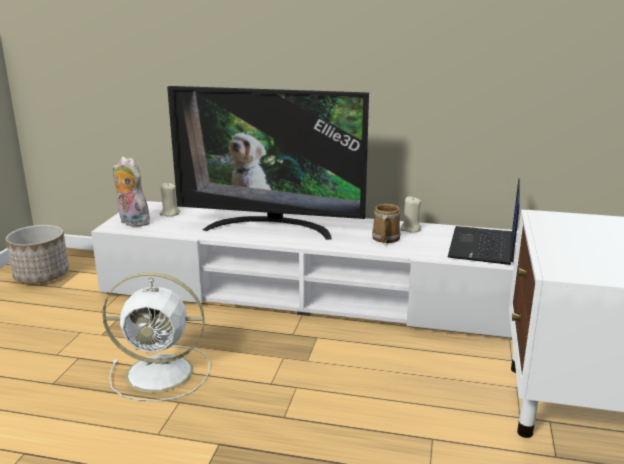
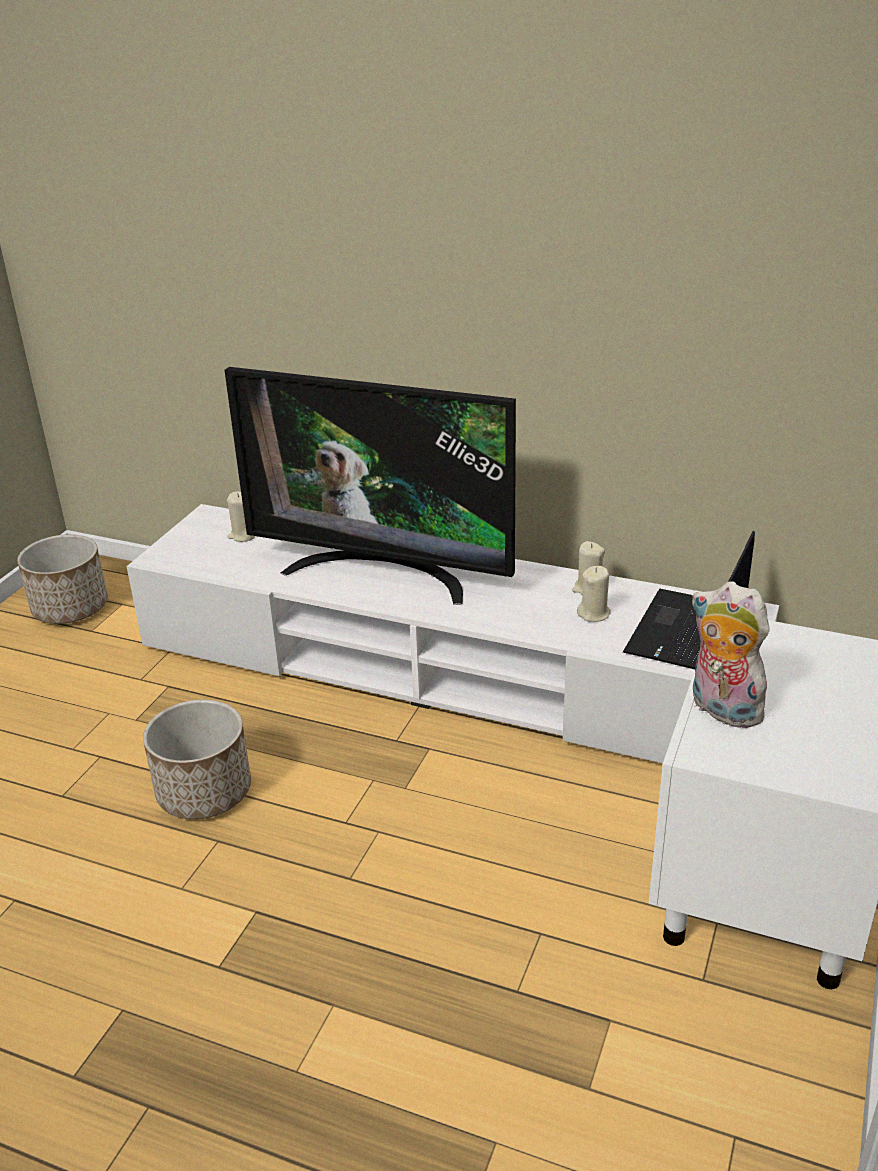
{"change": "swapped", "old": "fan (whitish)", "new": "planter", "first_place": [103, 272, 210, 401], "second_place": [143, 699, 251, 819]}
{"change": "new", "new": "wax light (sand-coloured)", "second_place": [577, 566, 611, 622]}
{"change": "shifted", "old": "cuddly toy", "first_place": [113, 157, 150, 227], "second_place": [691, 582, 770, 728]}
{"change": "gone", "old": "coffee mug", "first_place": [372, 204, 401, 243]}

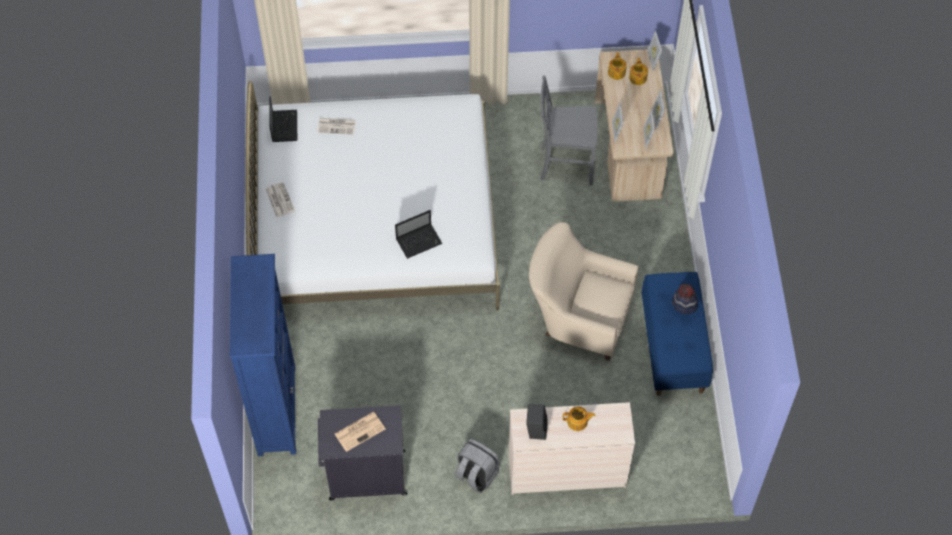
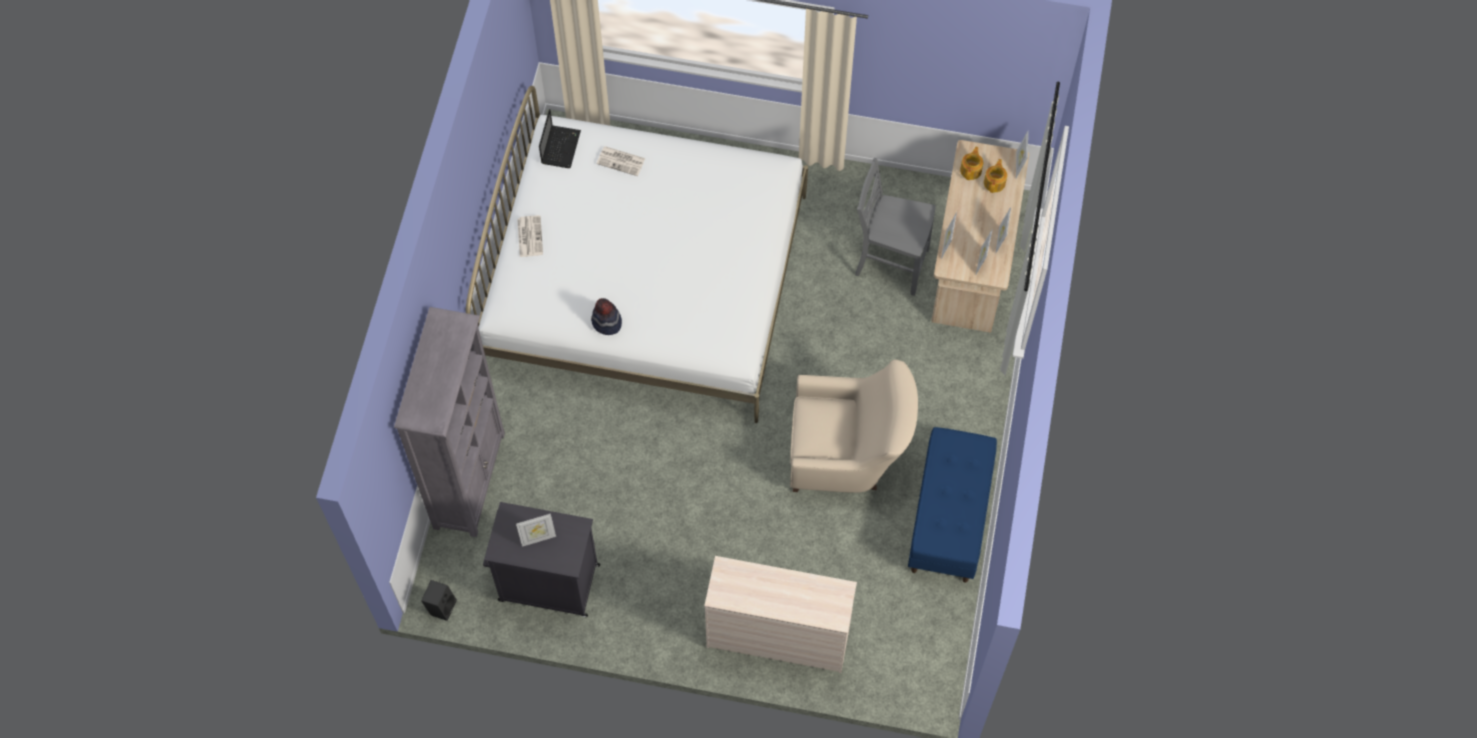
{"change": "repainted", "old": "bookcase (blue)", "new": "bookcase (grey)", "first_place": [230, 254, 296, 456], "second_place": [394, 307, 505, 537]}
{"change": "shifted", "old": "audio speaker (blackish)", "first_place": [526, 404, 548, 440], "second_place": [421, 580, 457, 621]}
{"change": "swapped", "old": "newspaper", "new": "photo frame", "first_place": [335, 412, 386, 452], "second_place": [516, 514, 556, 547]}
{"change": "shifted", "old": "wearable hat", "first_place": [672, 284, 698, 314], "second_place": [591, 298, 622, 335]}
{"change": "rotated", "old": "lounge chair (sand-coloured)", "first_place": [529, 222, 639, 361], "second_place": [790, 359, 918, 493], "degrees": 150}
{"change": "gone", "old": "laptop", "first_place": [395, 210, 442, 259]}
{"change": "gone", "old": "knapsack (grey)", "first_place": [455, 439, 500, 493]}
{"change": "gone", "old": "pot for tea", "first_place": [563, 406, 595, 431]}

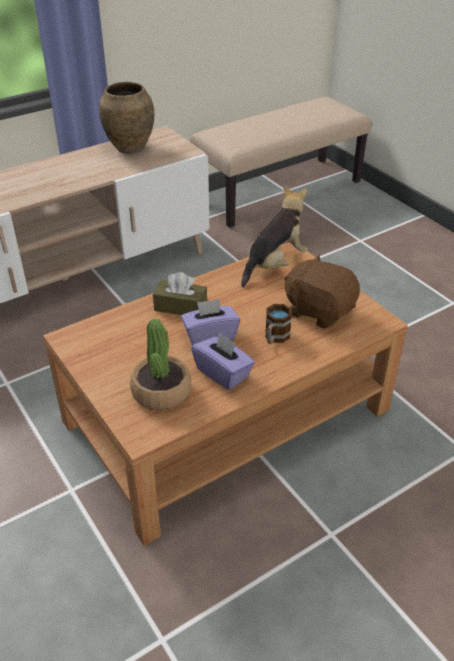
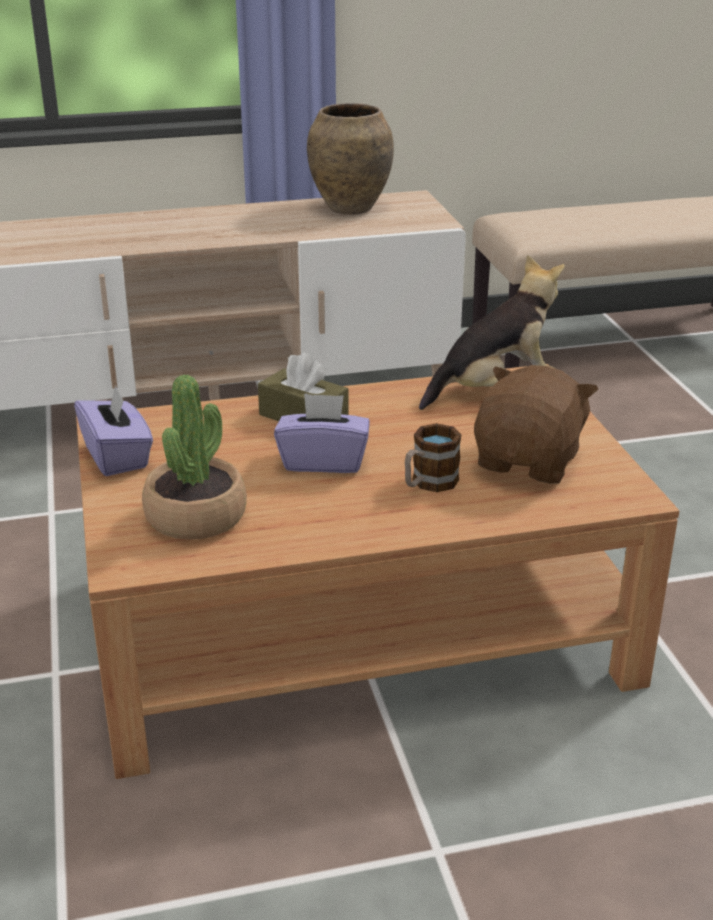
{"change": "shifted", "old": "tissue box (purple)", "first_place": [191, 332, 255, 390], "second_place": [74, 386, 153, 476]}
{"change": "rotated", "old": "cuddly toy (brownish)", "first_place": [284, 255, 360, 329], "second_place": [474, 365, 598, 484], "degrees": 60}

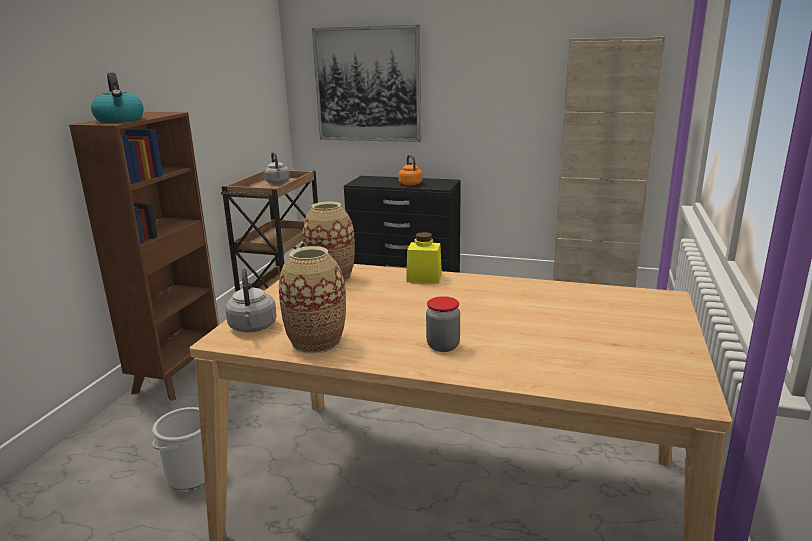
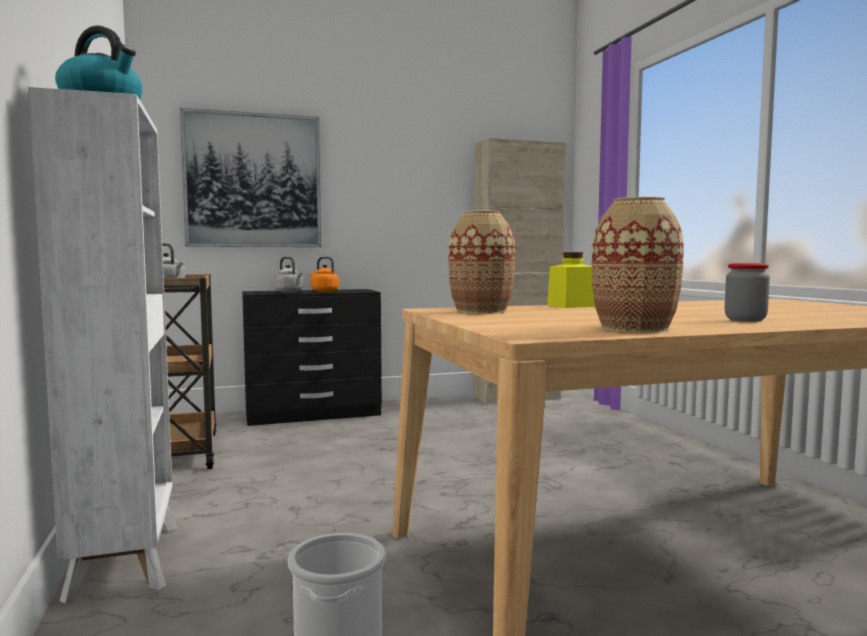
{"change": "repainted", "old": "bookcase (brownish)", "new": "bookcase (whitish)", "first_place": [69, 112, 219, 401], "second_place": [28, 87, 177, 604]}
{"change": "shifted", "old": "water kettle (grey)", "first_place": [225, 268, 277, 333], "second_place": [274, 257, 303, 293]}

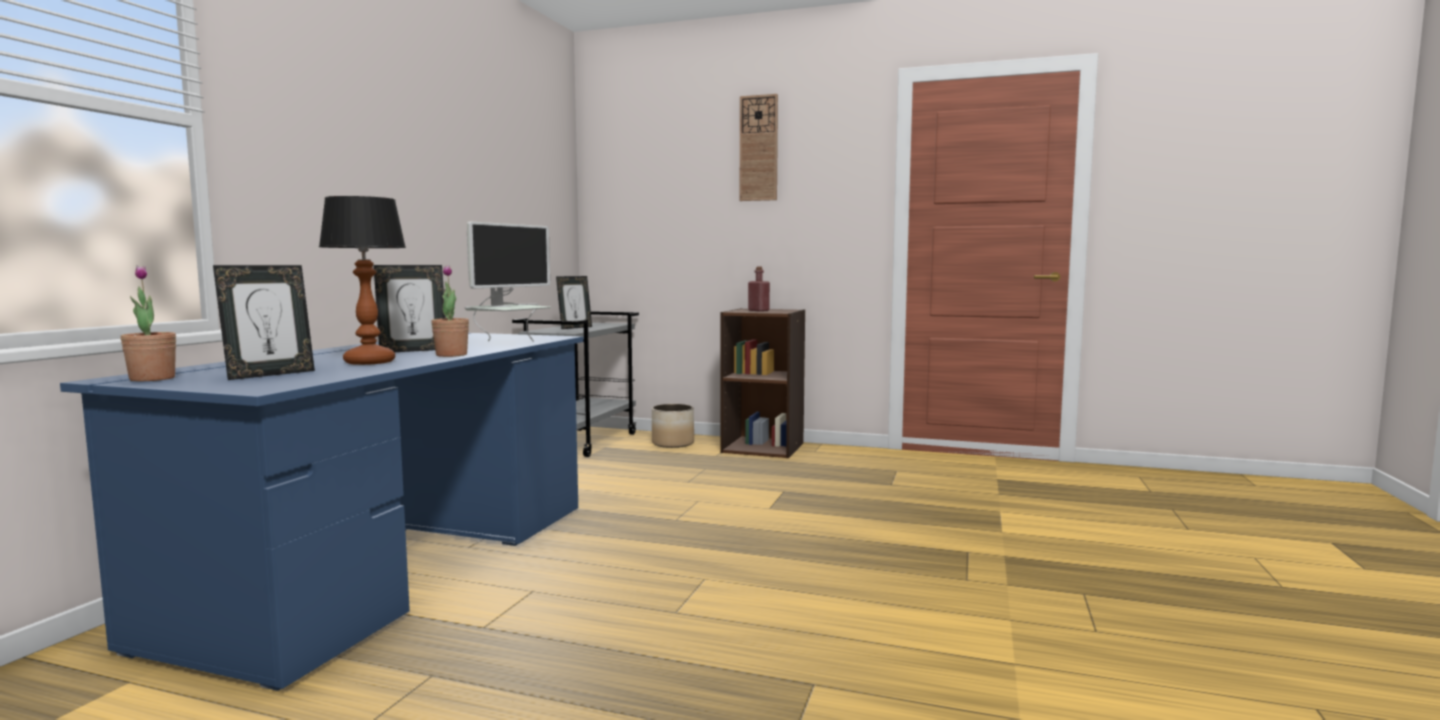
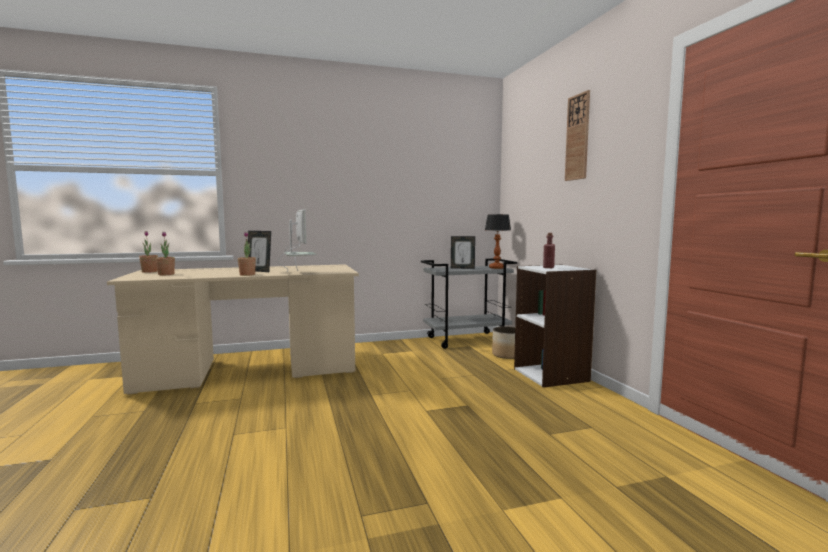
{"change": "repainted", "old": "desk (blue)", "new": "desk (sand-coloured)", "first_place": [60, 333, 584, 691], "second_place": [107, 264, 359, 395]}
{"change": "swapped", "old": "photo frame", "new": "houseplant", "first_place": [213, 265, 315, 380], "second_place": [156, 232, 175, 275]}
{"change": "rotated", "old": "computer screen", "first_place": [464, 222, 551, 342], "second_place": [278, 209, 317, 272], "degrees": -105}
{"change": "shifted", "old": "tabletop lamp", "first_place": [319, 196, 406, 365], "second_place": [485, 214, 511, 269]}
{"change": "repainted", "old": "bookcase (brownish)", "new": "bookcase (whitish)", "first_place": [721, 308, 805, 458], "second_place": [514, 265, 596, 388]}

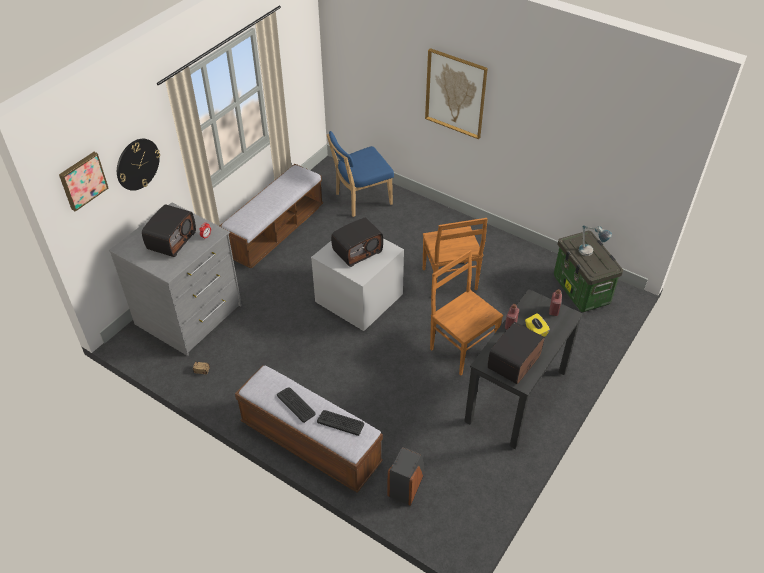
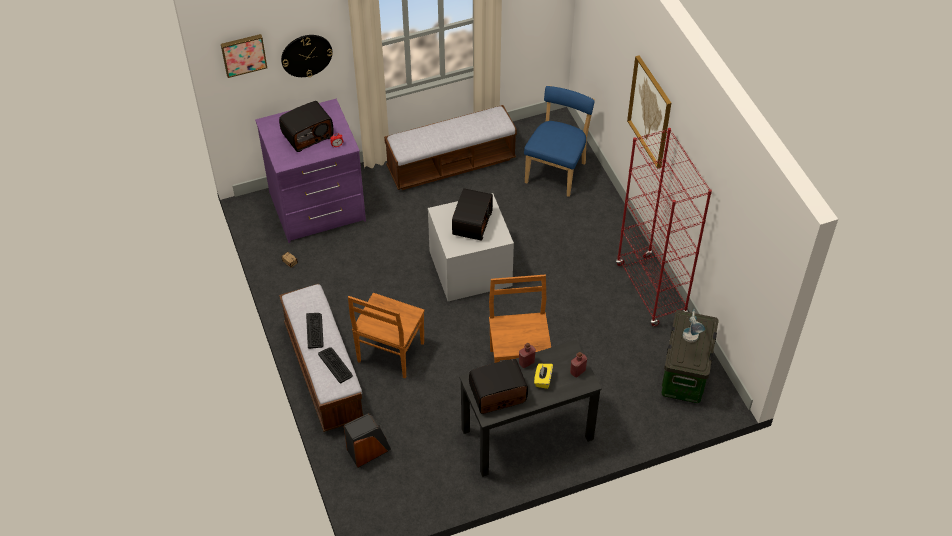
{"change": "repainted", "old": "dresser (grey)", "new": "dresser (purple)", "first_place": [109, 202, 242, 356], "second_place": [255, 99, 366, 243]}
{"change": "shifted", "old": "plain chair (brownish)", "first_place": [423, 218, 488, 290], "second_place": [348, 293, 425, 378]}
{"change": "rotated", "old": "radio receiver", "first_place": [331, 218, 383, 267], "second_place": [452, 188, 493, 241], "degrees": -75}
{"change": "rotated", "old": "plain chair (blue)", "first_place": [327, 131, 394, 217], "second_place": [524, 86, 595, 197], "degrees": 105}
{"change": "new", "new": "bookcase (red-coloured)", "second_place": [616, 128, 712, 327]}

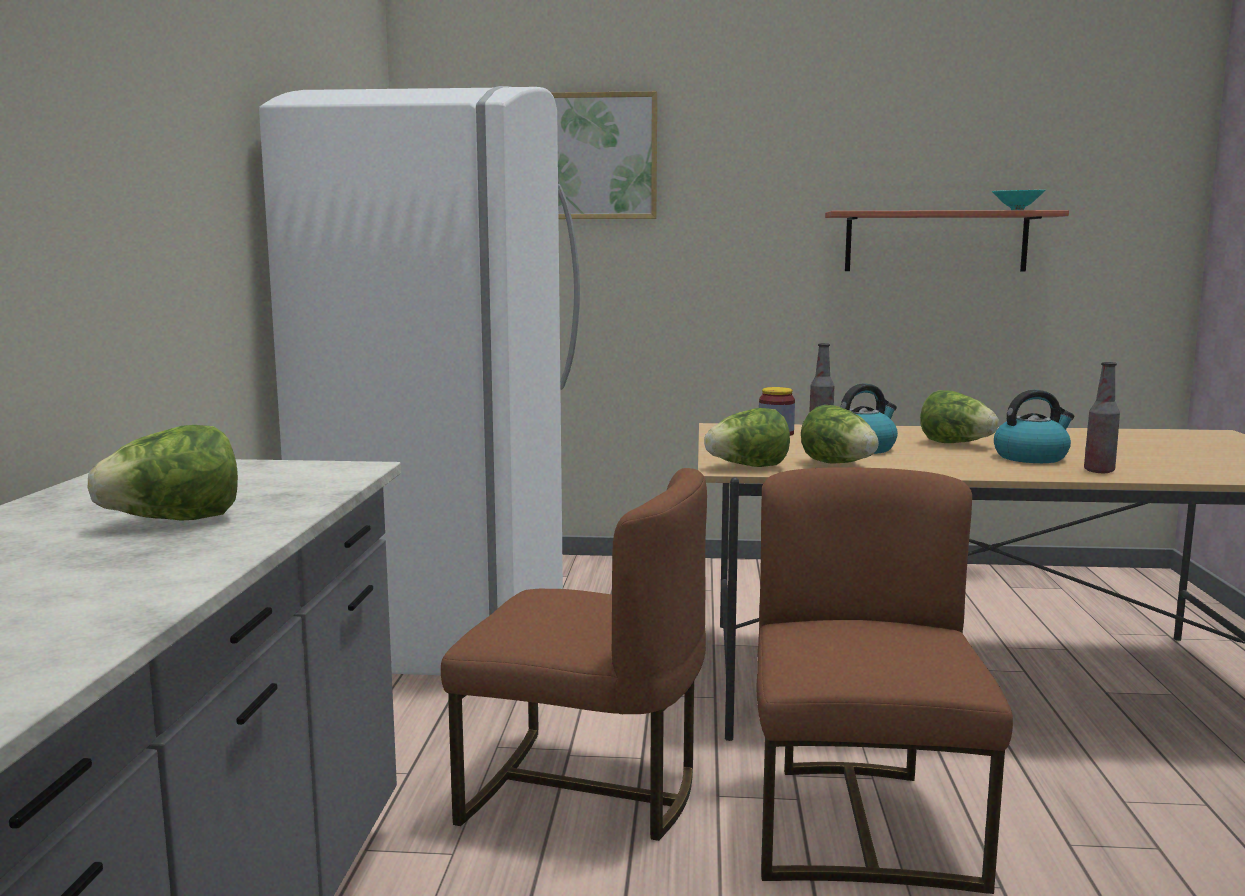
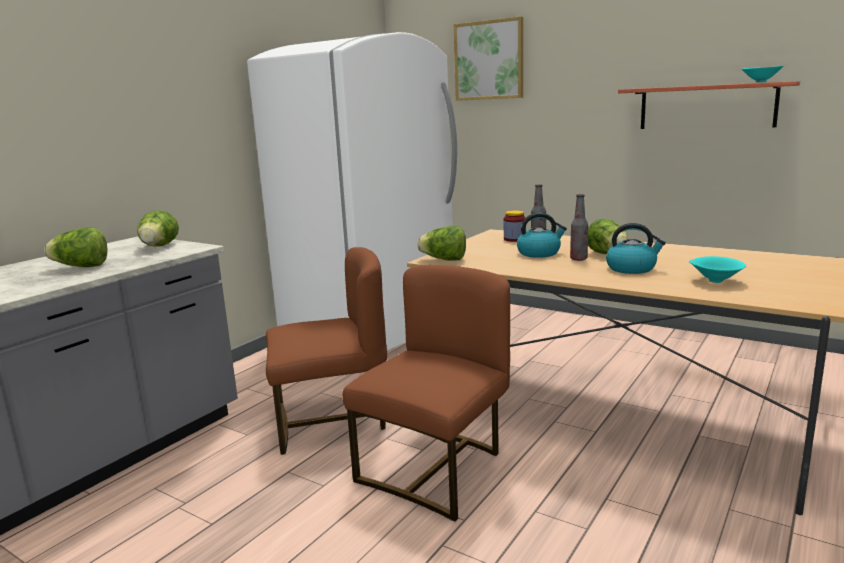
{"change": "shifted", "old": "lettuce", "first_place": [801, 405, 879, 464], "second_place": [137, 210, 179, 246]}
{"change": "rotated", "old": "plain chair (brownish)", "first_place": [441, 468, 707, 841], "second_place": [266, 247, 387, 455], "degrees": -60}
{"change": "shifted", "old": "beverage bottle", "first_place": [1084, 362, 1120, 473], "second_place": [570, 194, 588, 261]}
{"change": "new", "new": "deep dish (turquoise)", "second_place": [689, 256, 746, 283]}

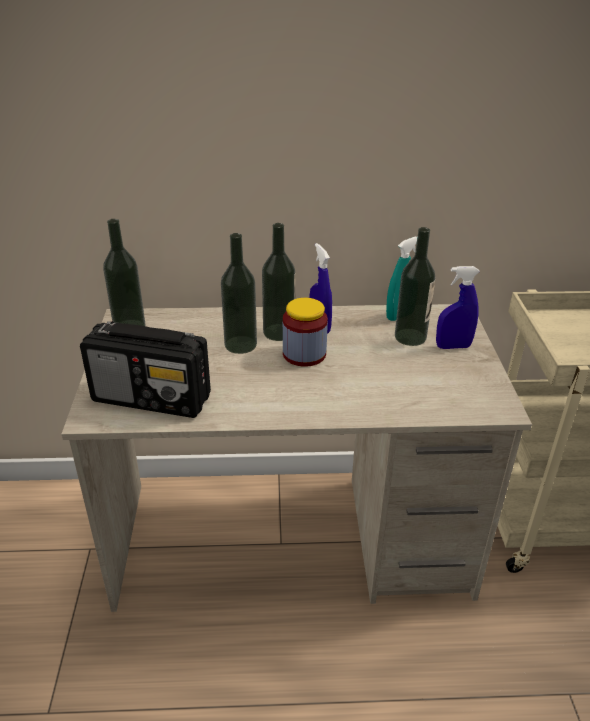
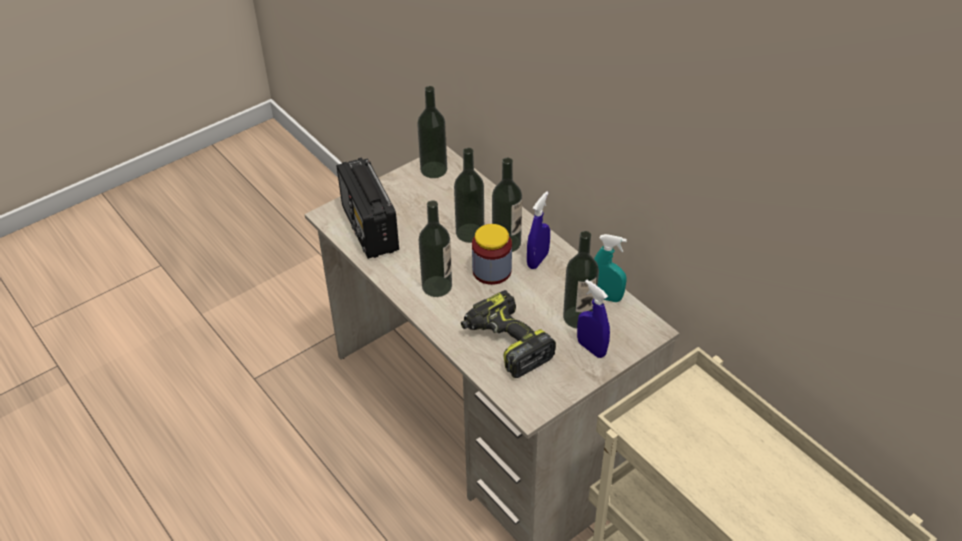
{"change": "new", "new": "beverage bottle", "second_place": [419, 200, 452, 297]}
{"change": "new", "new": "drill", "second_place": [461, 290, 556, 378]}

